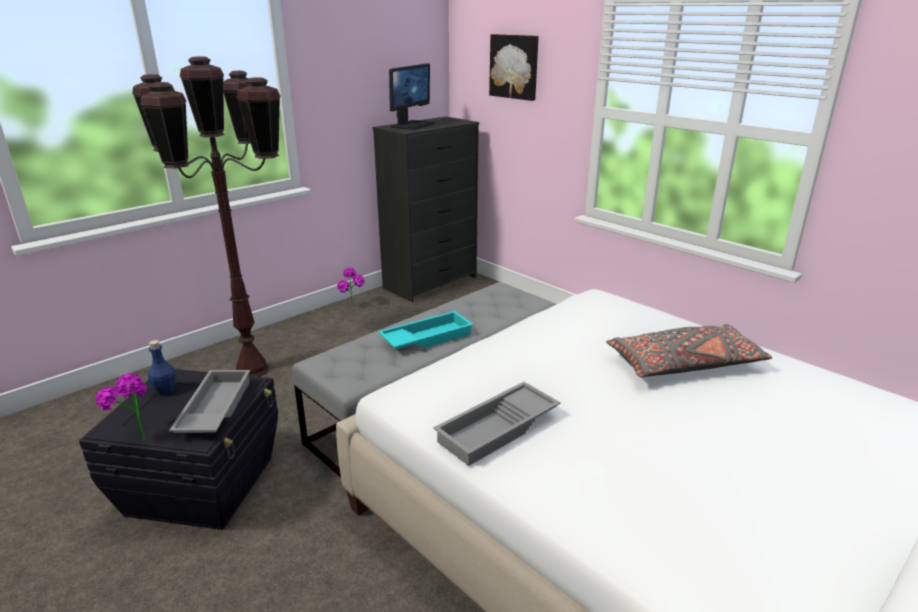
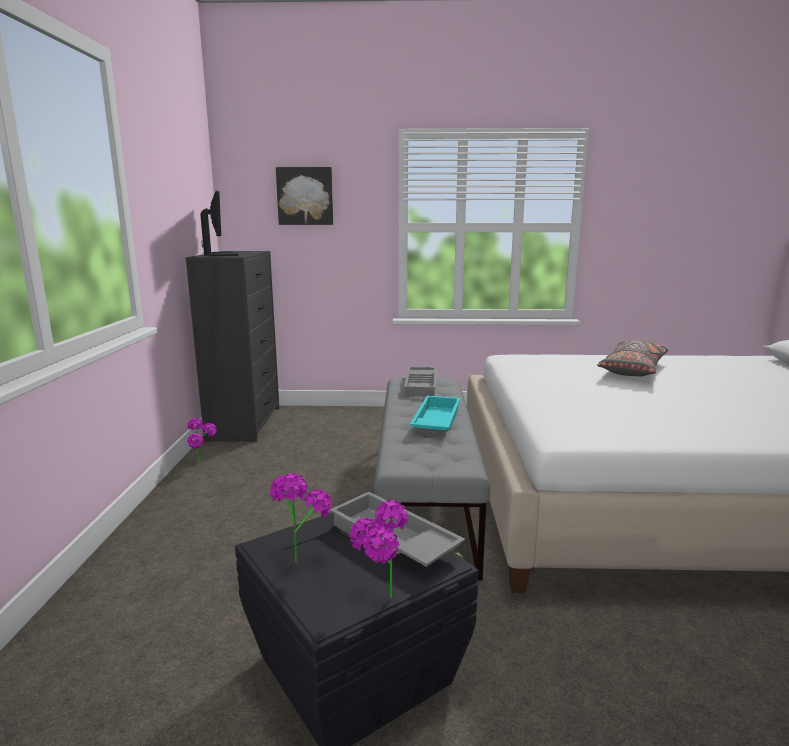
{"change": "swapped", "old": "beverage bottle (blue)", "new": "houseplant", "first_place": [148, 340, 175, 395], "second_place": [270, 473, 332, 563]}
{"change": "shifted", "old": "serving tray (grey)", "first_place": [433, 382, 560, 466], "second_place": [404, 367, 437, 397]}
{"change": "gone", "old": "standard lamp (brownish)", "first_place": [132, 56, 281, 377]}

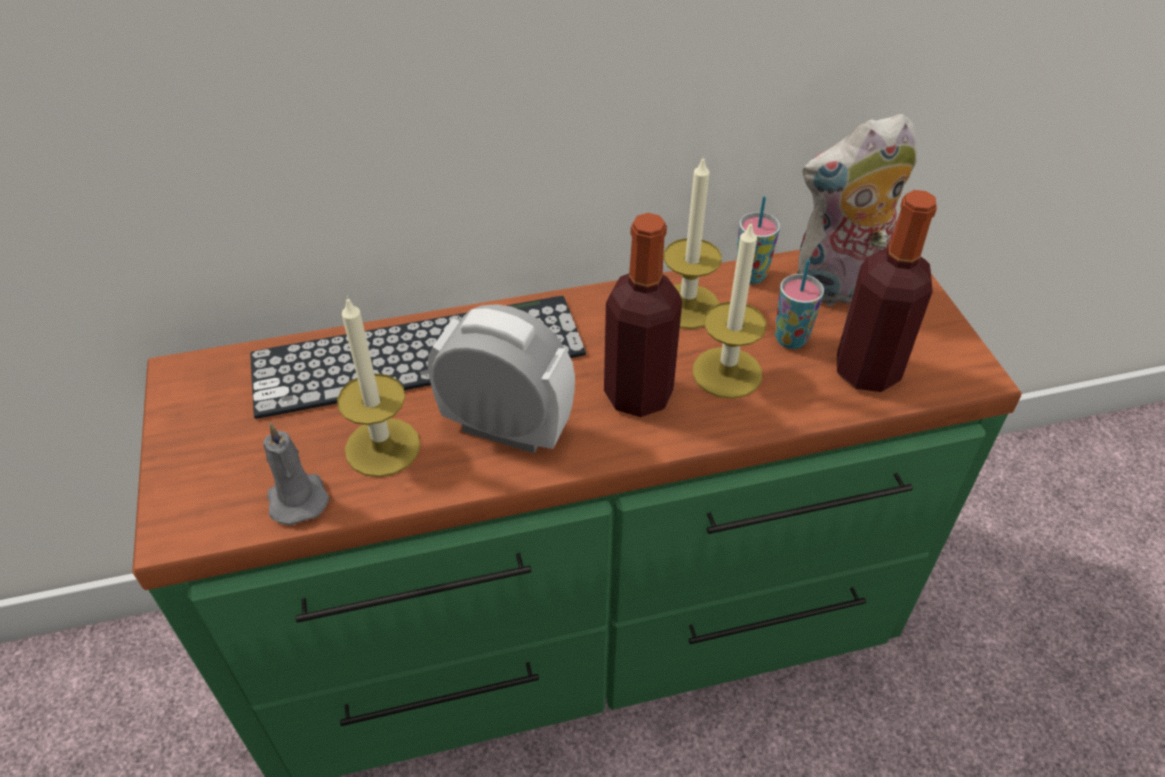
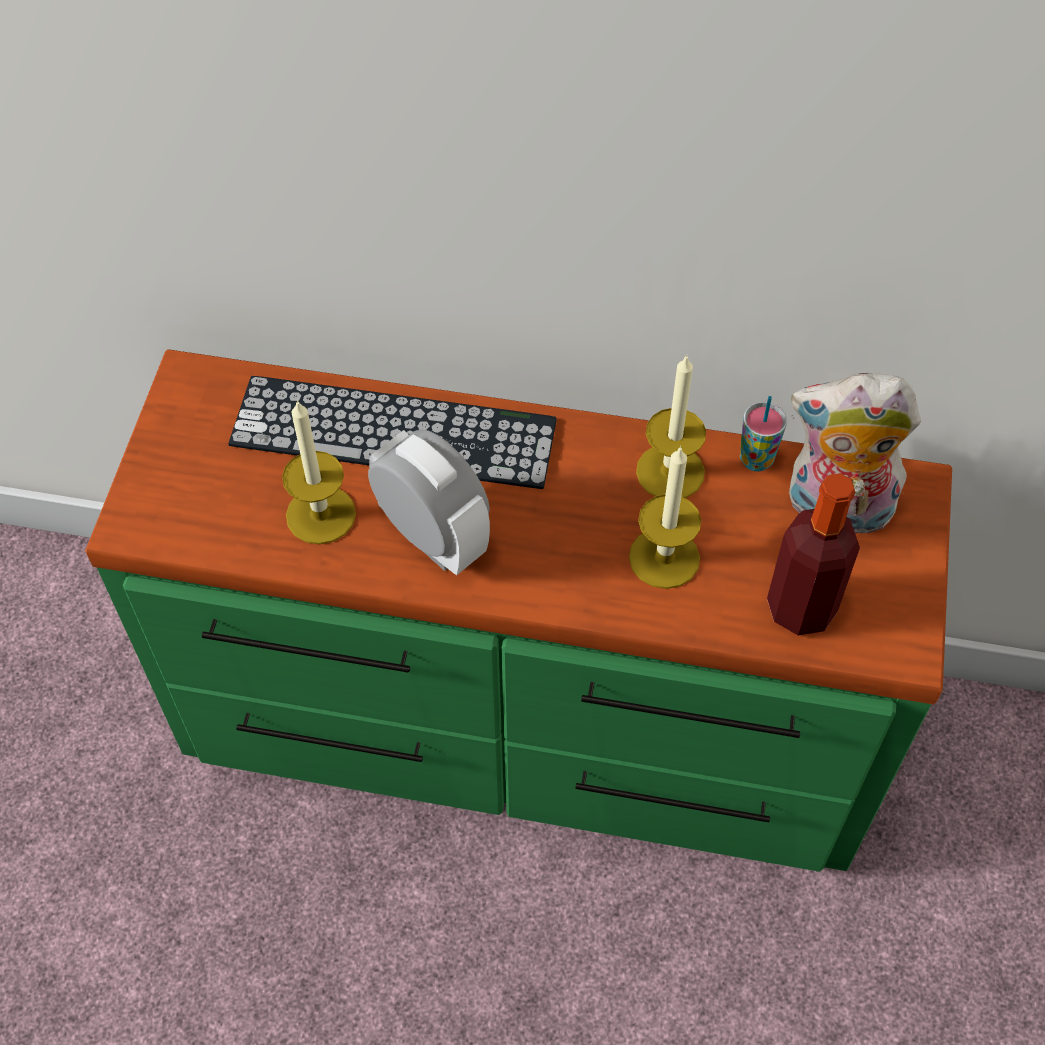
{"change": "gone", "old": "wax light (grey)", "first_place": [263, 423, 329, 525]}
{"change": "gone", "old": "beverage bottle", "first_place": [604, 213, 682, 417]}
{"change": "gone", "old": "drinking cup", "first_place": [775, 260, 824, 349]}

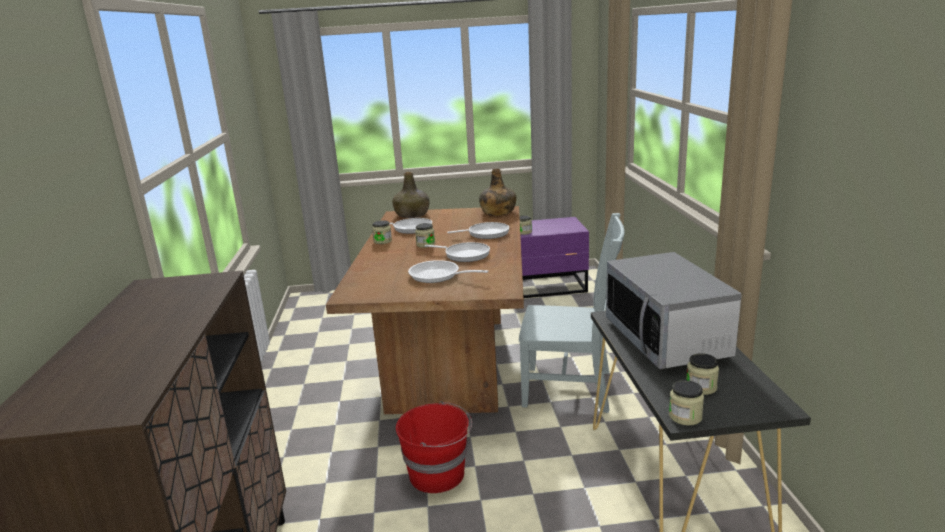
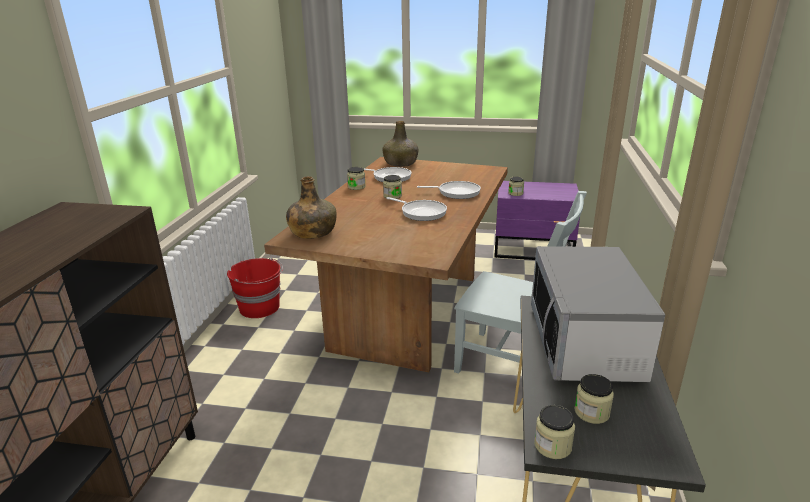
{"change": "shifted", "old": "pail (red-coloured)", "first_place": [396, 401, 472, 493], "second_place": [227, 258, 283, 318]}
{"change": "shifted", "old": "beverage bottle (greenish)", "first_place": [479, 169, 516, 216], "second_place": [286, 176, 337, 239]}
{"change": "gone", "old": "skillet", "first_place": [408, 260, 488, 283]}

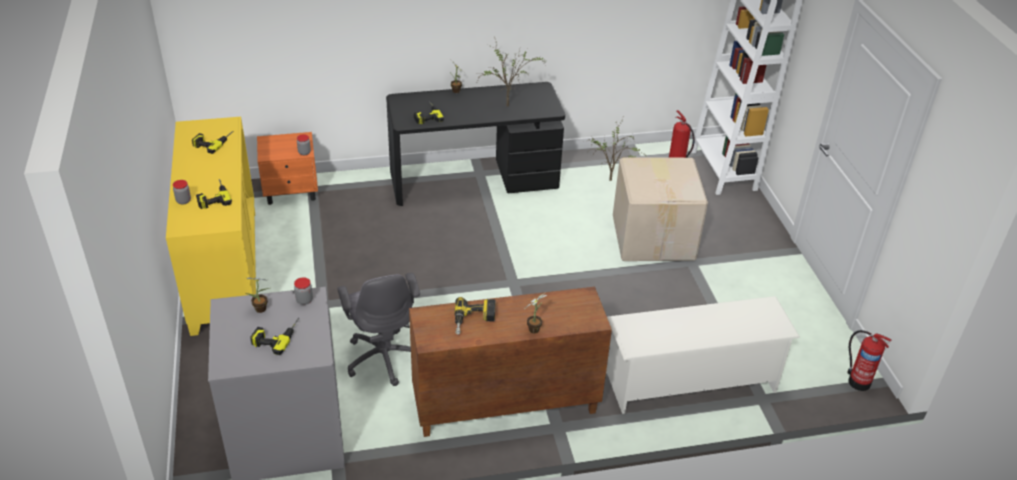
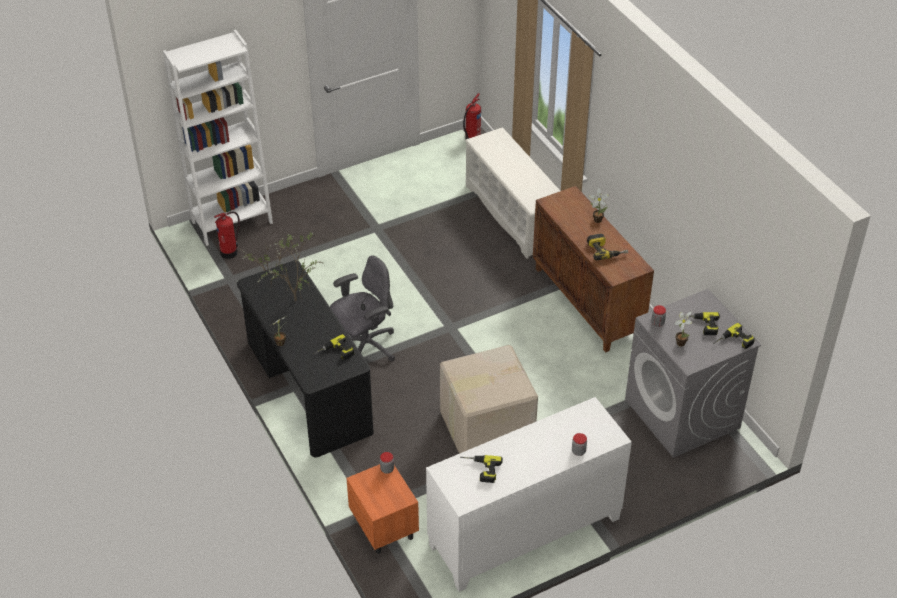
{"change": "shifted", "old": "desk chair (grey)", "first_place": [337, 273, 420, 386], "second_place": [330, 255, 395, 361]}
{"change": "repainted", "old": "cabinet (yellow)", "new": "cabinet (whitish)", "first_place": [166, 117, 256, 336], "second_place": [426, 397, 632, 592]}
{"change": "shifted", "old": "cardboard box", "first_place": [613, 158, 708, 261], "second_place": [440, 345, 538, 454]}
{"change": "shifted", "old": "drill", "first_place": [196, 179, 232, 209], "second_place": [713, 323, 755, 349]}

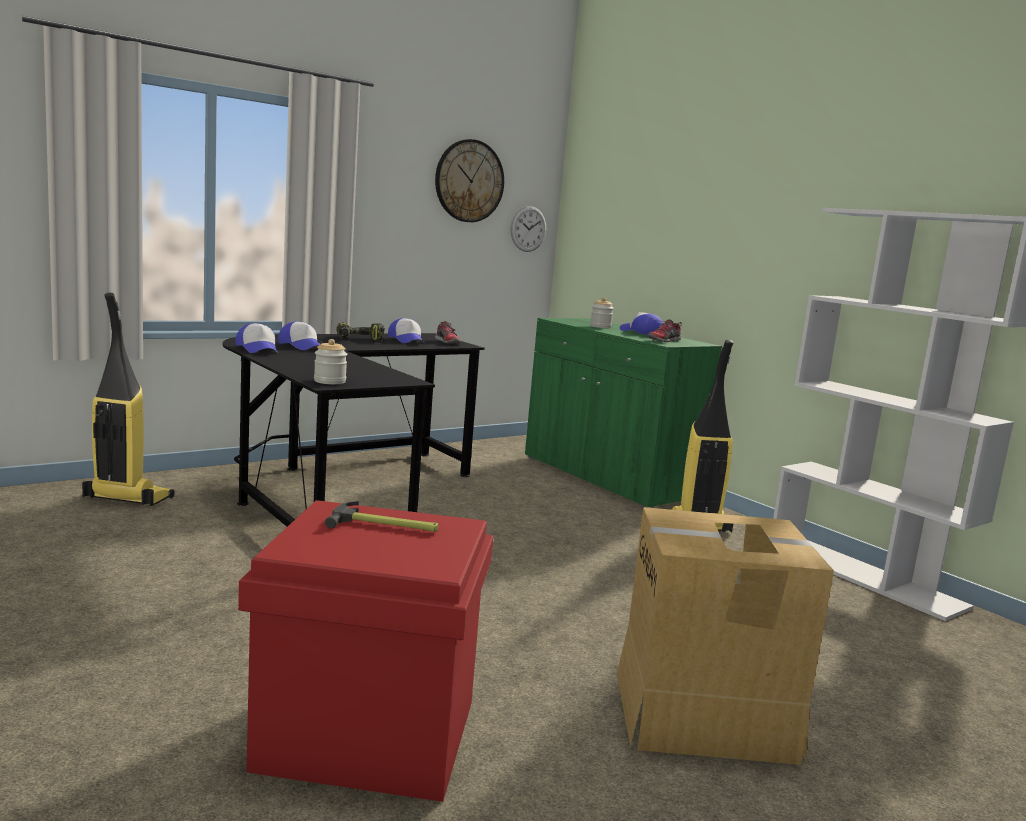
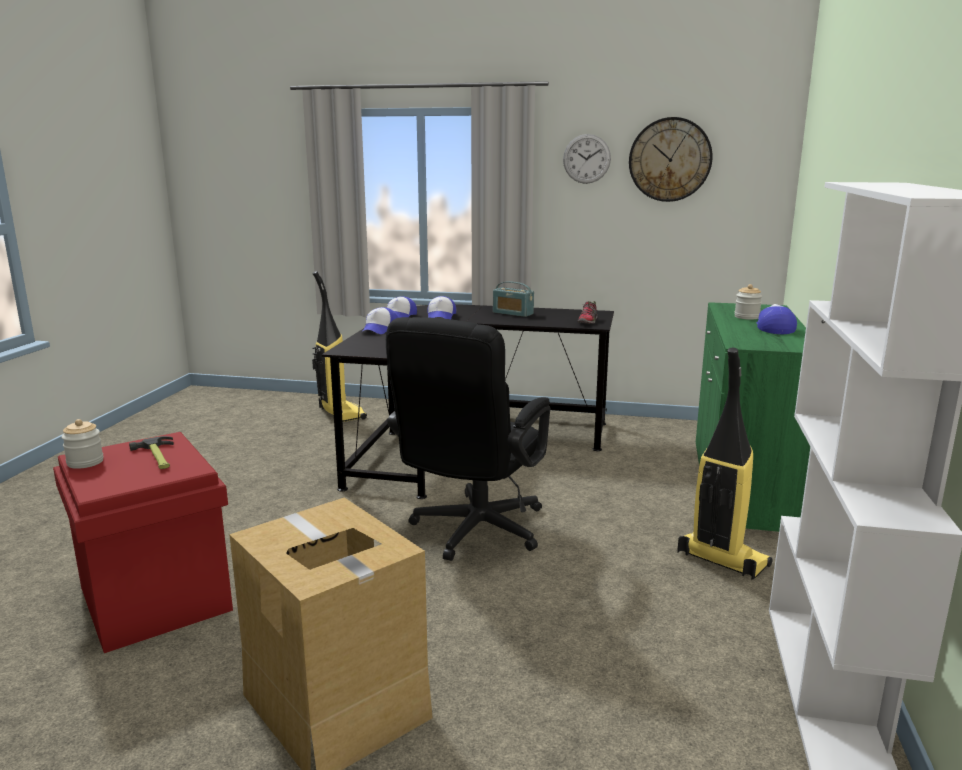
{"change": "shifted", "old": "preserve jar", "first_place": [314, 339, 347, 384], "second_place": [61, 419, 104, 469]}
{"change": "shifted", "old": "baseball cap", "first_place": [388, 318, 425, 343], "second_place": [363, 307, 398, 334]}
{"change": "new", "new": "desk chair (blackish)", "second_place": [386, 317, 550, 561]}
{"change": "swapped", "old": "drill", "new": "radio receiver", "first_place": [336, 322, 385, 341], "second_place": [493, 281, 534, 317]}
{"change": "shifted", "old": "clock on the wall", "first_place": [510, 206, 546, 252], "second_place": [563, 134, 611, 184]}
{"change": "gone", "old": "shoe", "first_place": [647, 319, 682, 342]}

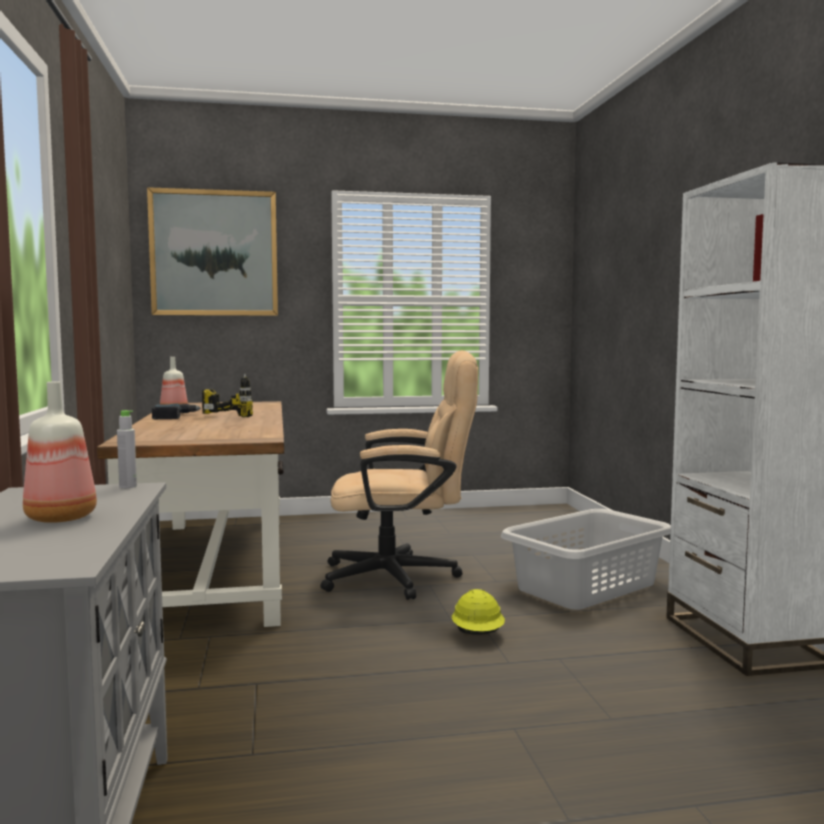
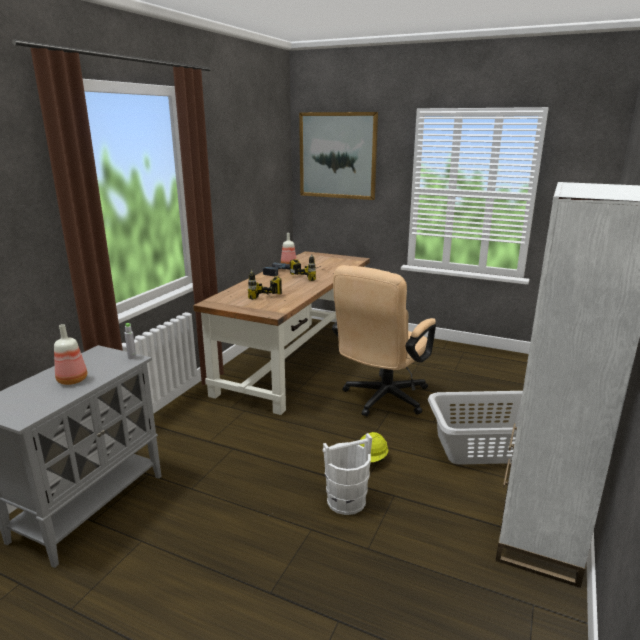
{"change": "new", "new": "drill", "second_place": [248, 270, 282, 300]}
{"change": "new", "new": "pail (whitish)", "second_place": [323, 433, 372, 515]}
{"change": "rotated", "old": "desk chair (sand-coloured)", "first_place": [321, 350, 478, 600], "second_place": [332, 265, 436, 416], "degrees": 90}

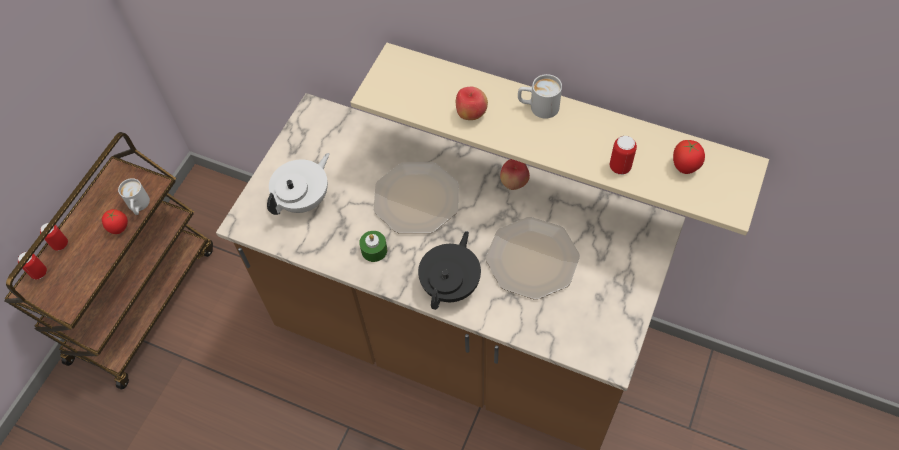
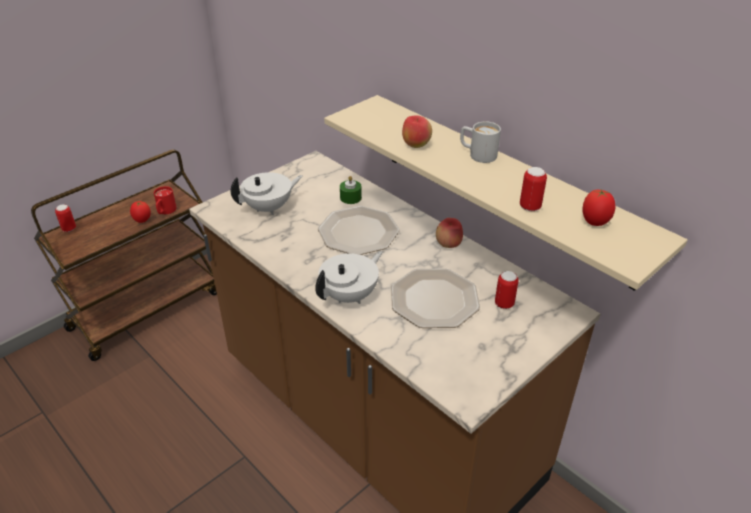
{"change": "repainted", "old": "coffee mug (whitish)", "new": "coffee mug (red-coloured)", "first_place": [118, 178, 150, 215], "second_place": [154, 186, 177, 214]}
{"change": "repainted", "old": "pot for tea (blackish)", "new": "pot for tea (whitish)", "first_place": [418, 231, 481, 310], "second_place": [315, 251, 382, 304]}
{"change": "shifted", "old": "wax light (greenish)", "first_place": [359, 231, 387, 262], "second_place": [340, 176, 362, 204]}
{"change": "shifted", "old": "can", "first_place": [40, 223, 68, 251], "second_place": [495, 271, 519, 309]}

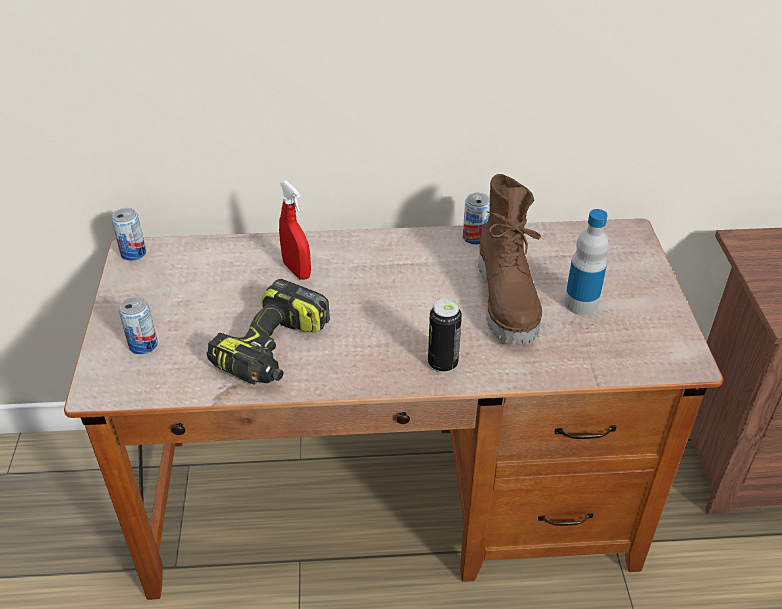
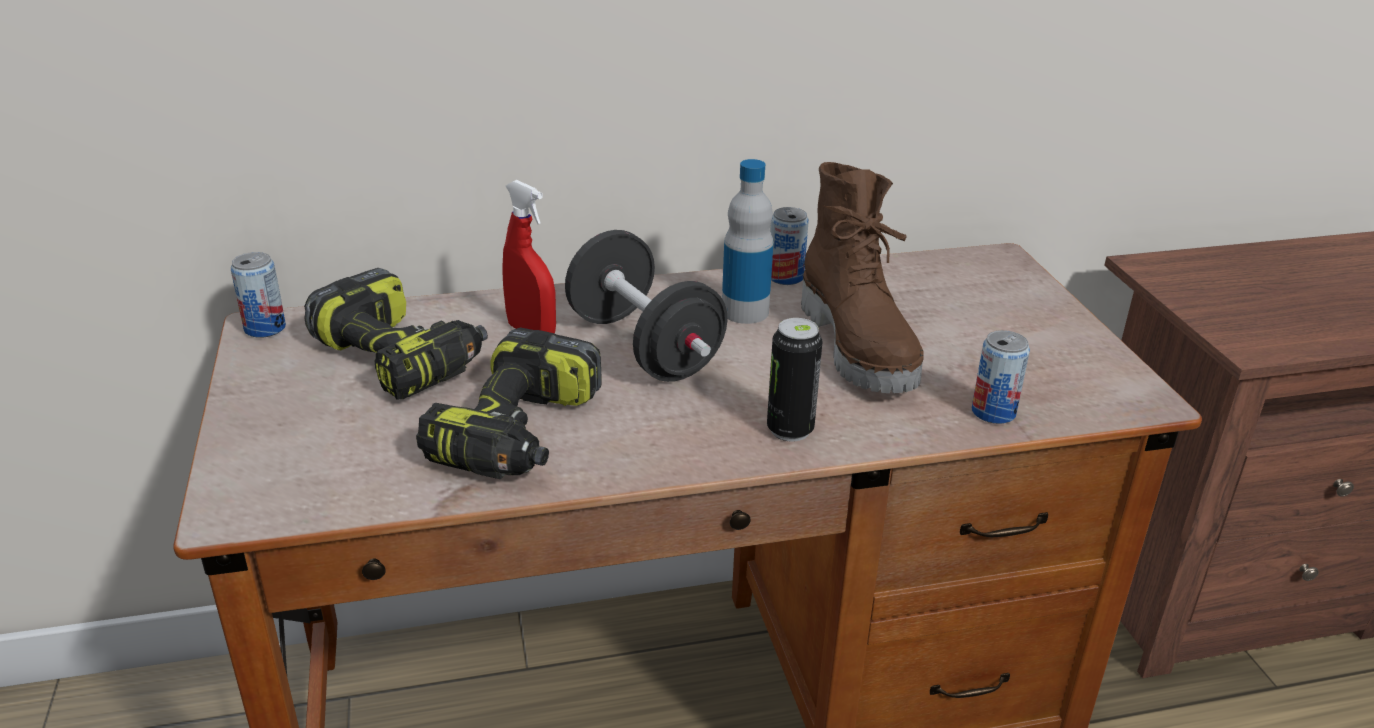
{"change": "new", "new": "drill", "second_place": [304, 268, 488, 400]}
{"change": "new", "new": "hand weight (blackish)", "second_place": [565, 230, 727, 382]}
{"change": "shifted", "old": "beverage bottle", "first_place": [564, 209, 609, 315], "second_place": [722, 159, 773, 324]}
{"change": "shifted", "old": "can", "first_place": [119, 296, 158, 354], "second_place": [972, 330, 1030, 424]}

